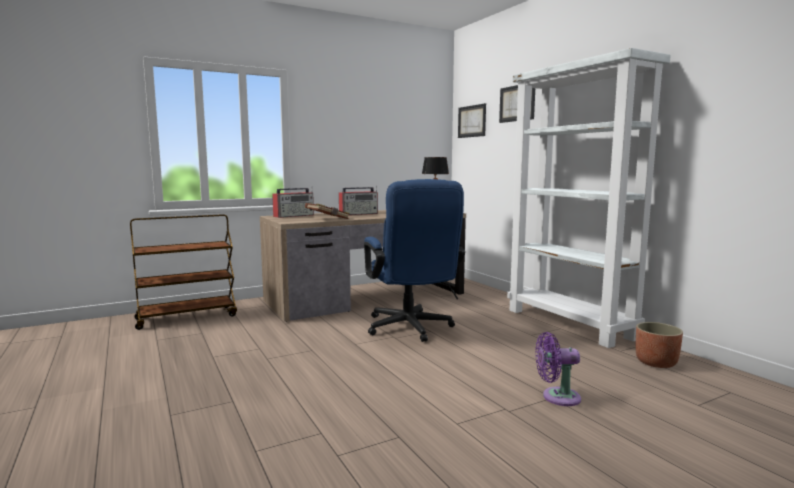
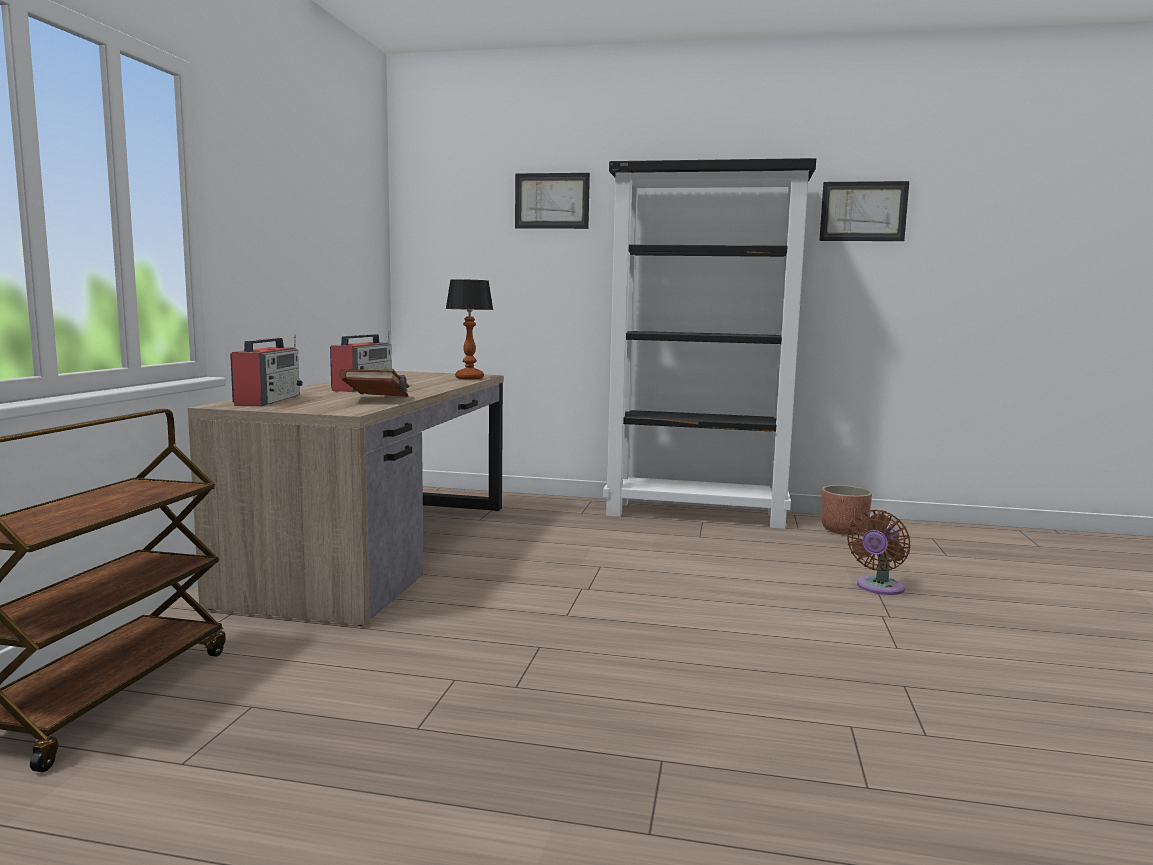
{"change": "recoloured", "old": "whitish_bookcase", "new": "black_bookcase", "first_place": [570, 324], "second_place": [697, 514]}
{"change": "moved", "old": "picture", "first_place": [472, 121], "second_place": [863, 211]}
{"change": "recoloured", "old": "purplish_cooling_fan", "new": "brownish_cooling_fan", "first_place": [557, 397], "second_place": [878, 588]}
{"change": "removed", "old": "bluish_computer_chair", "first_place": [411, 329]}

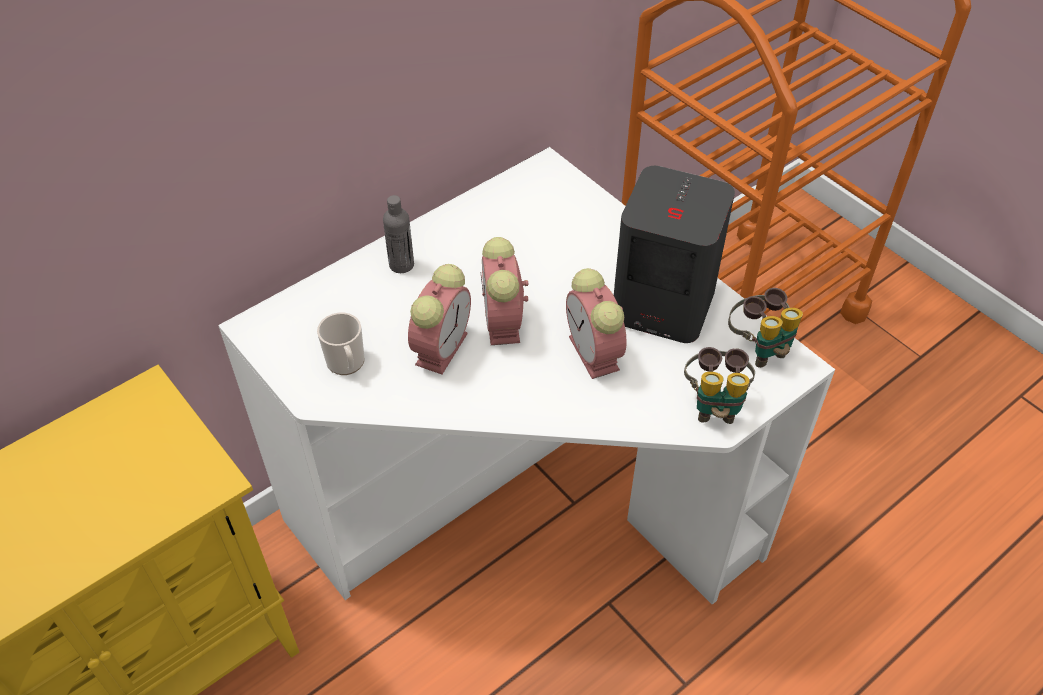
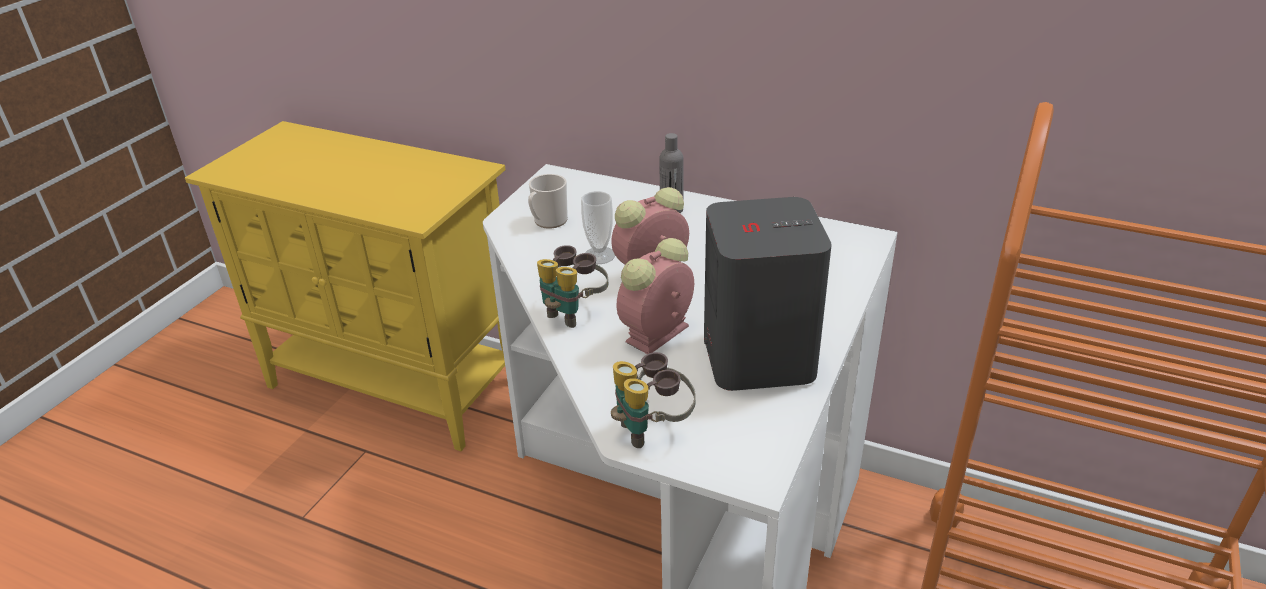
{"change": "moved", "old": "pair_of_binoculars", "first_place": [759, 347], "second_place": [573, 312]}
{"change": "replaced", "old": "alarm_clock", "new": "drinking_cup", "first_place": [442, 346], "second_place": [599, 255]}

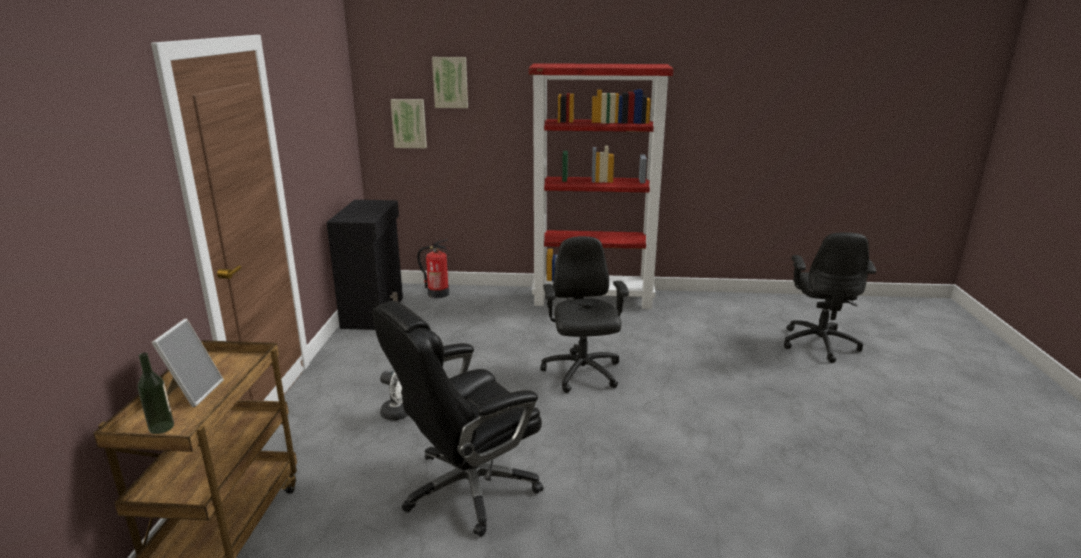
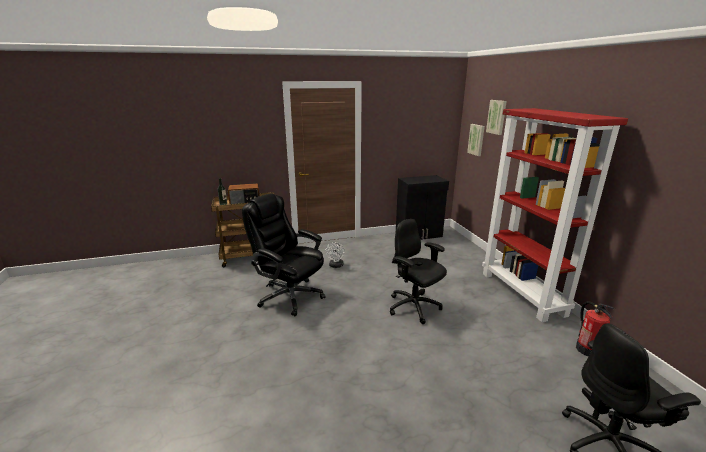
{"change": "replaced", "old": "photo_frame", "new": "radio_set", "first_place": [193, 392], "second_place": [245, 202]}
{"change": "turned", "old": "black_computer_chair", "first_place": [582, 373], "second_place": [414, 308], "degrees": -105}
{"change": "moved", "old": "fire-fighting_cylinder", "first_place": [438, 293], "second_place": [587, 349]}

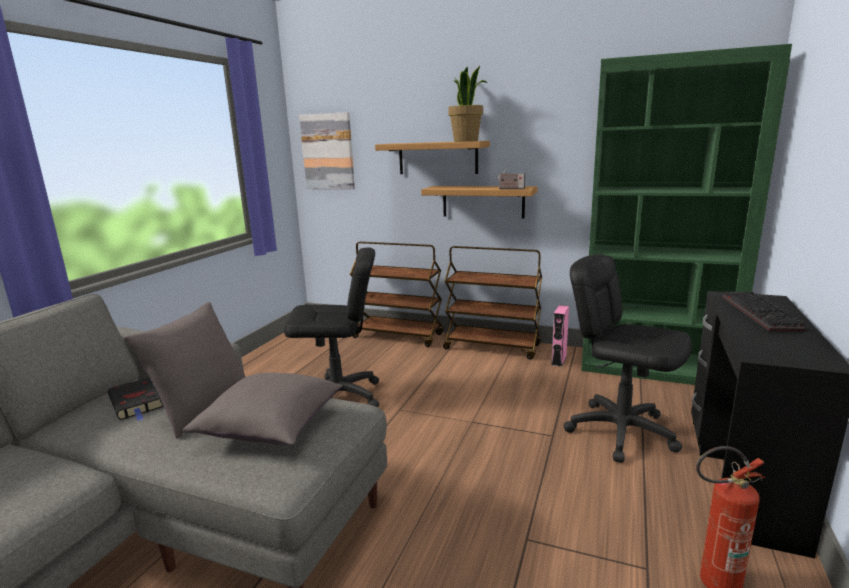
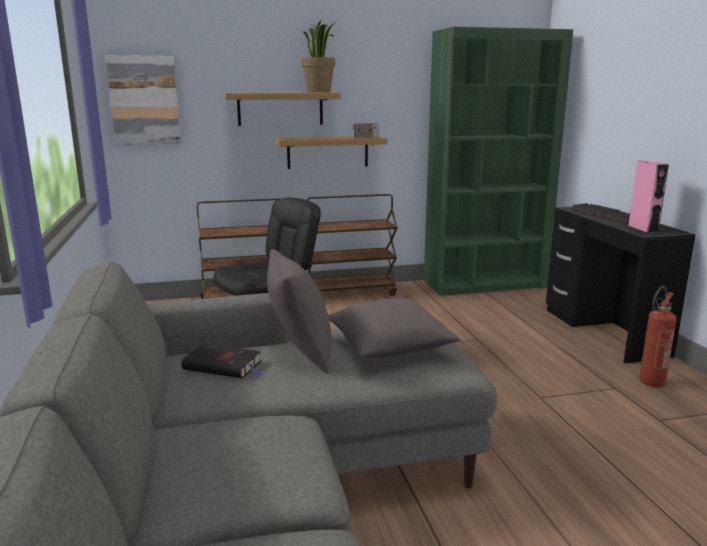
{"change": "moved", "old": "pinkish_loudspeaker", "first_place": [559, 360], "second_place": [643, 229]}
{"change": "removed", "old": "black_computer_chair", "first_place": [621, 431]}

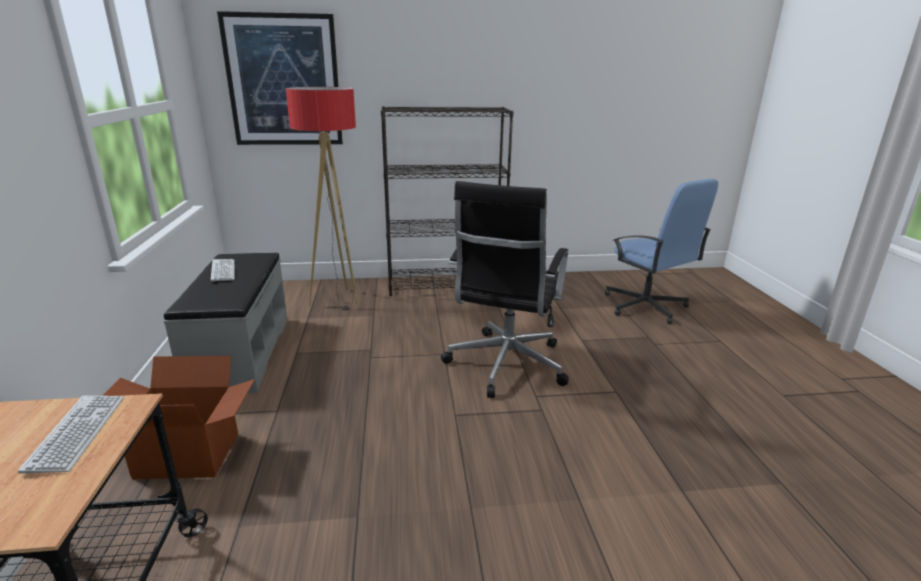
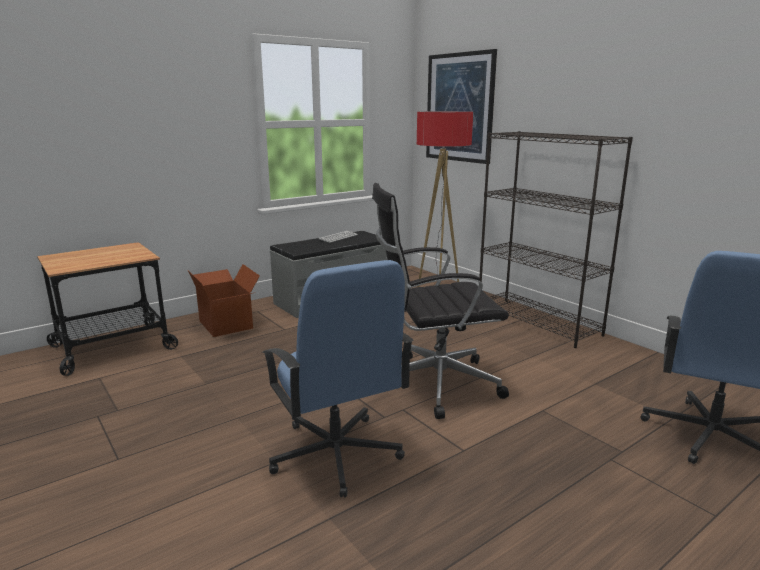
{"change": "added", "new": "bluish_computer_chair", "second_place": [336, 455]}
{"change": "removed", "old": "computer_keyboard", "first_place": [77, 433]}

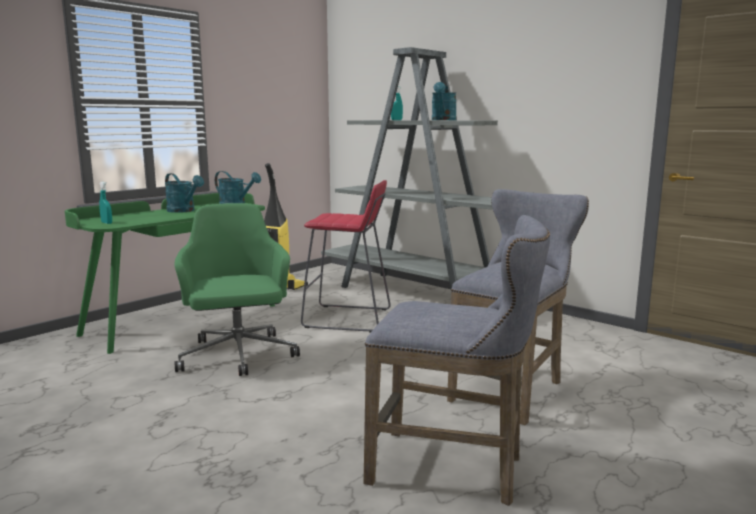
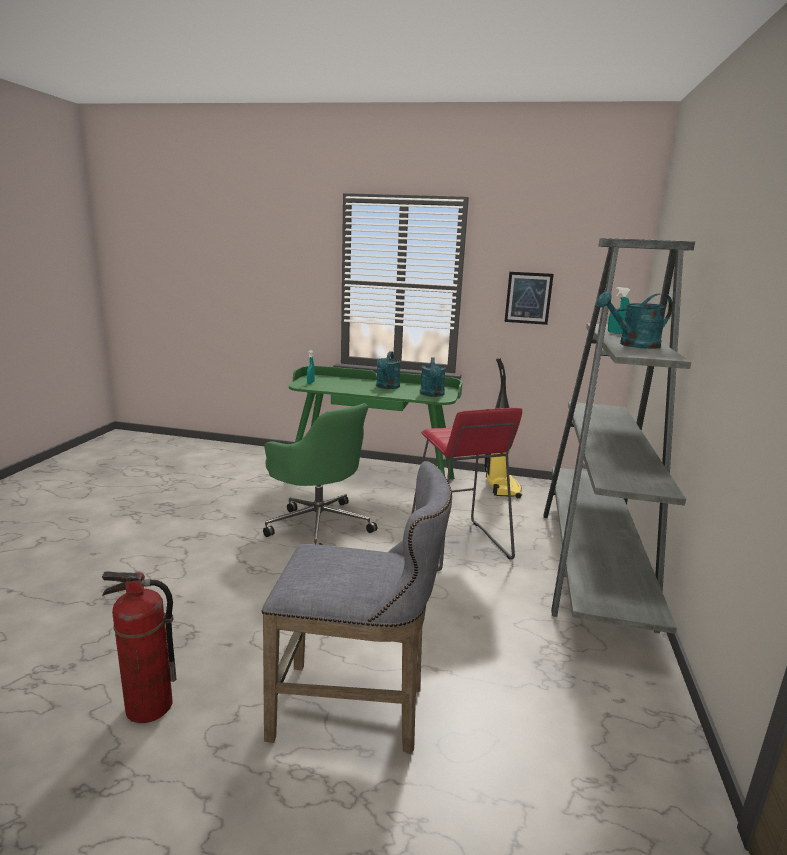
{"change": "replaced", "old": "gray_stool_seat", "new": "fire-fighting_cylinder", "first_place": [454, 470], "second_place": [149, 707]}
{"change": "turned", "old": "green-coloured_computer_chair", "first_place": [238, 356], "second_place": [318, 525], "degrees": 90}
{"change": "added", "new": "picture", "second_place": [528, 298]}

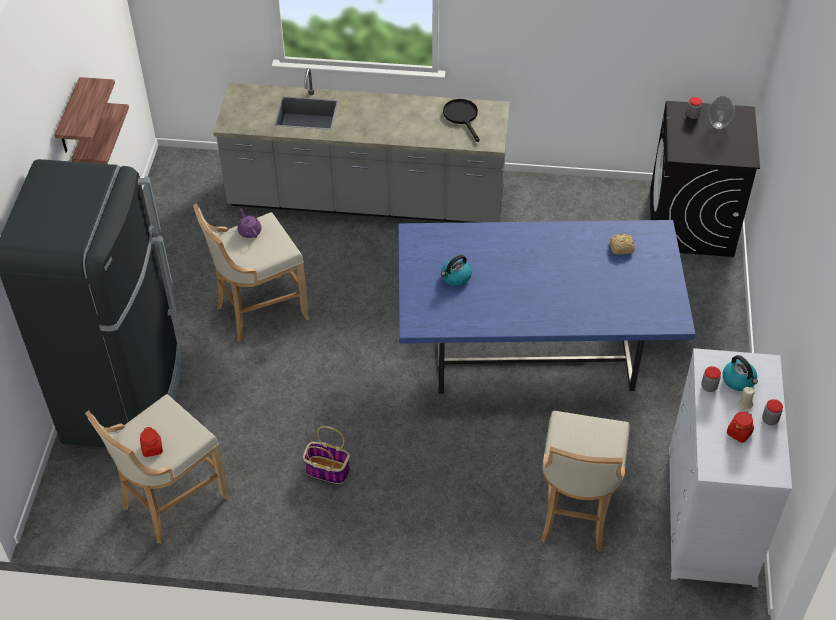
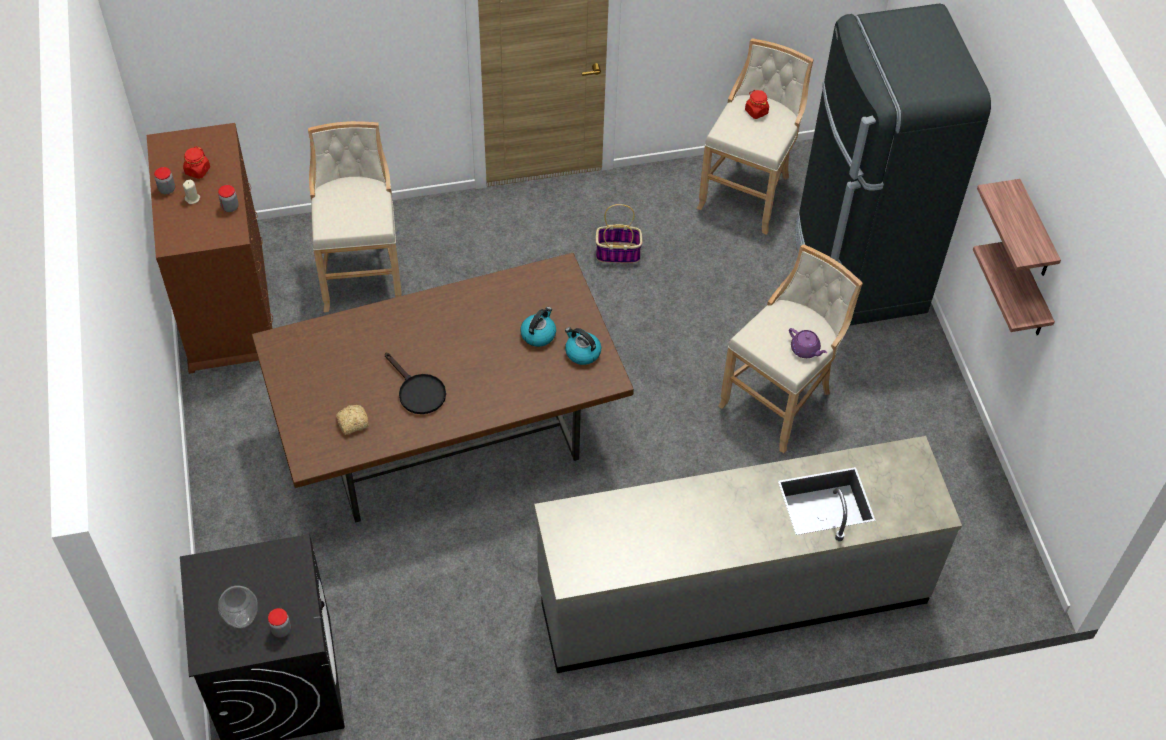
{"change": "recoloured", "old": "whitish_dresser", "new": "brownish_dresser", "first_place": [711, 515], "second_place": [226, 303]}
{"change": "recoloured", "old": "bluish_dining_table", "new": "brownish_dining_table", "first_place": [535, 348], "second_place": [446, 437]}
{"change": "moved", "old": "black_skillet", "first_place": [462, 117], "second_place": [418, 391]}
{"change": "moved", "old": "tea_kettle", "first_place": [739, 380], "second_place": [582, 352]}

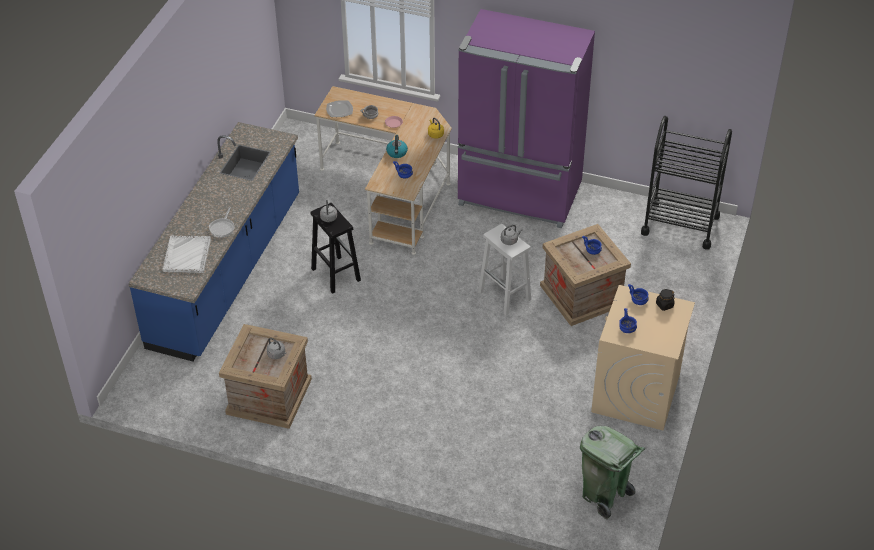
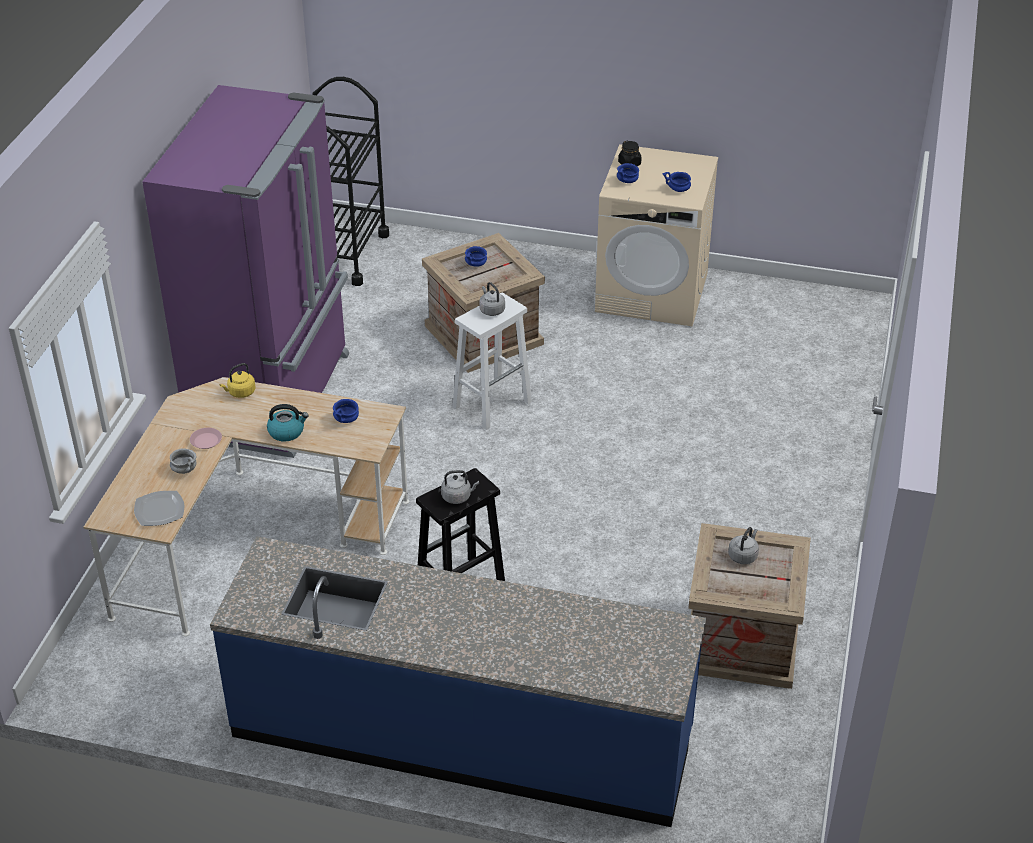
{"change": "removed", "old": "whitish_carrying_tray", "first_place": [187, 255]}
{"change": "removed", "old": "skillet", "first_place": [222, 228]}
{"change": "removed", "old": "green-coloured_trash_can", "first_place": [604, 495]}

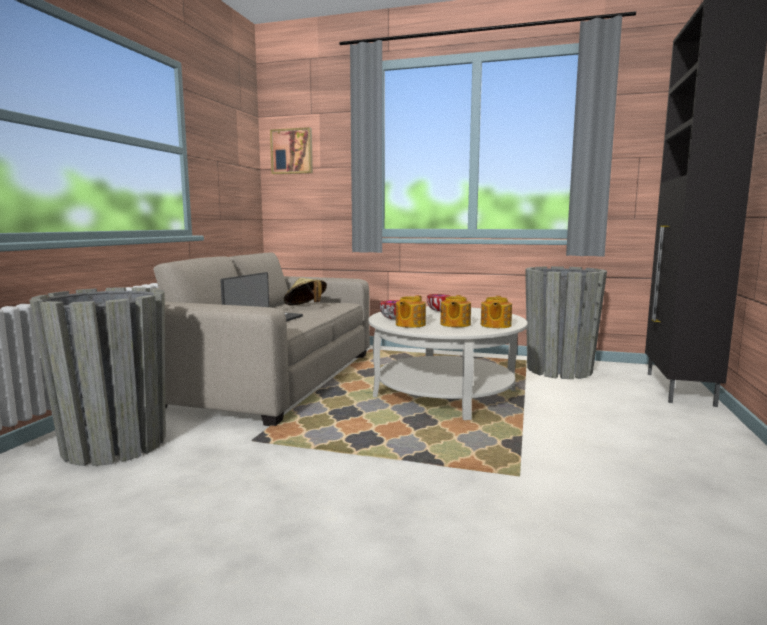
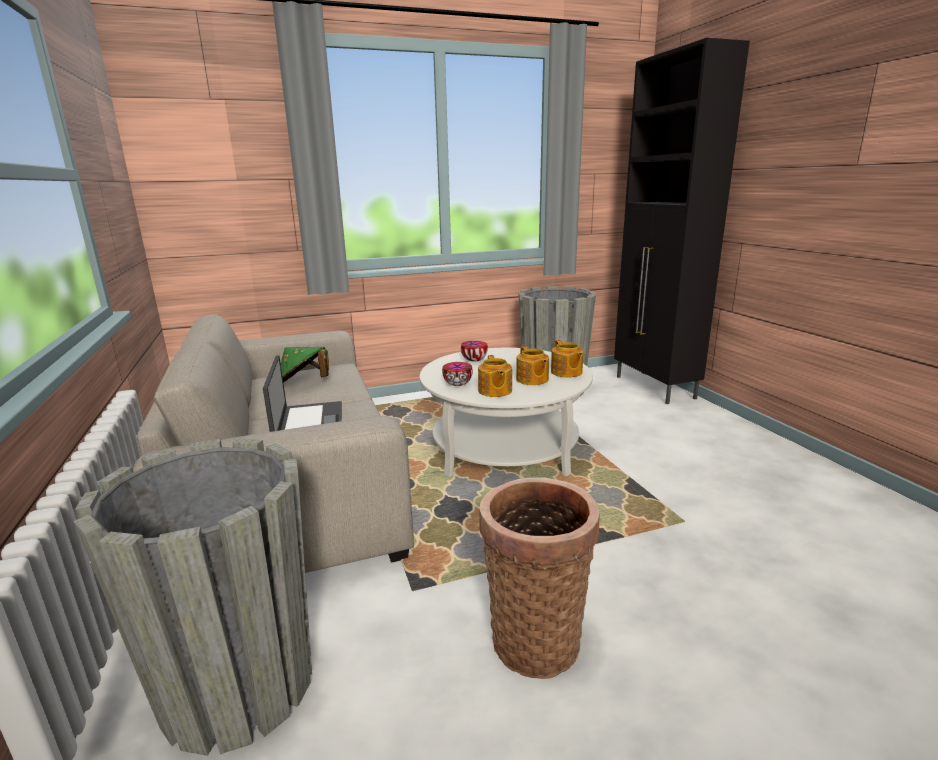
{"change": "recoloured", "old": "beige-coloured_hat", "new": "green-coloured_hat", "first_place": [306, 307], "second_place": [303, 384]}
{"change": "added", "new": "storage_basket", "second_place": [535, 636]}
{"change": "removed", "old": "picture", "first_place": [292, 151]}

